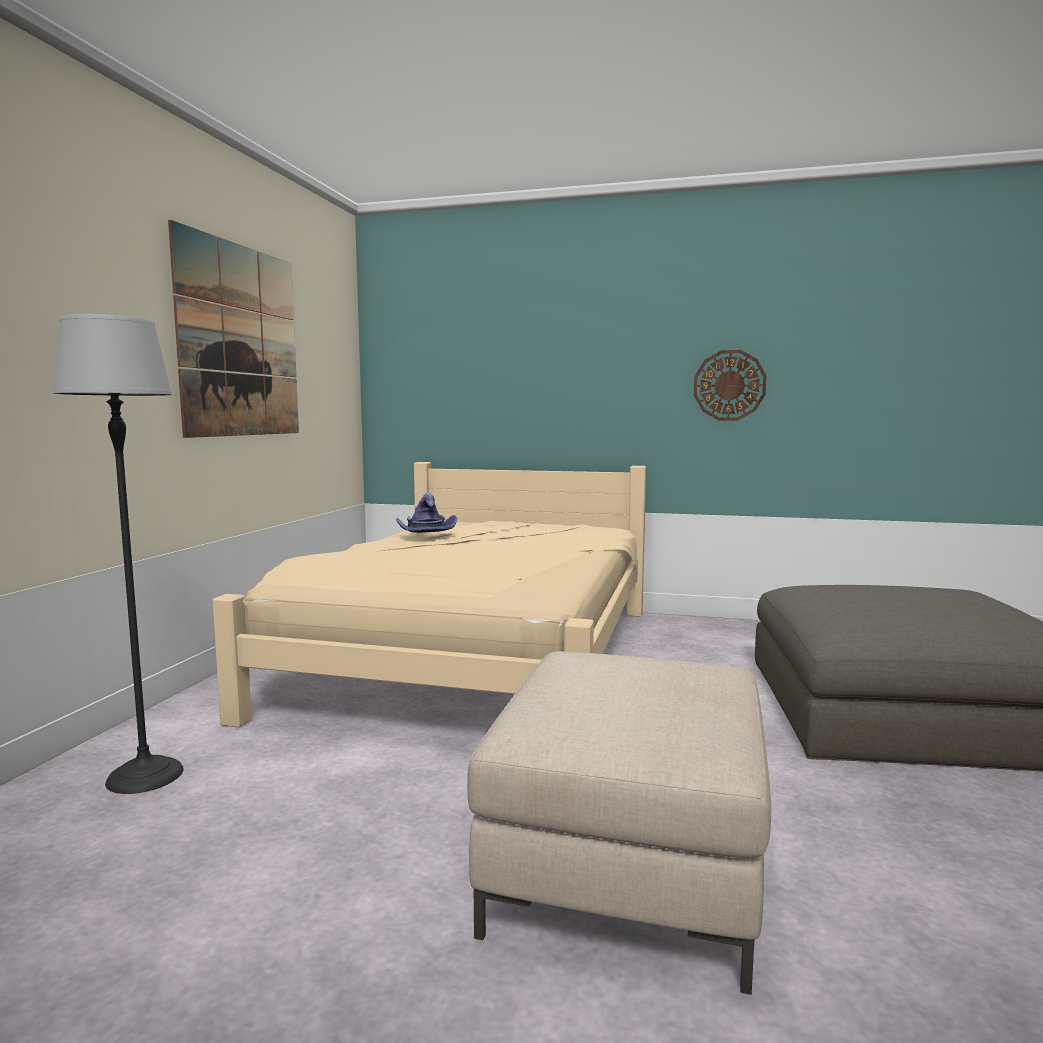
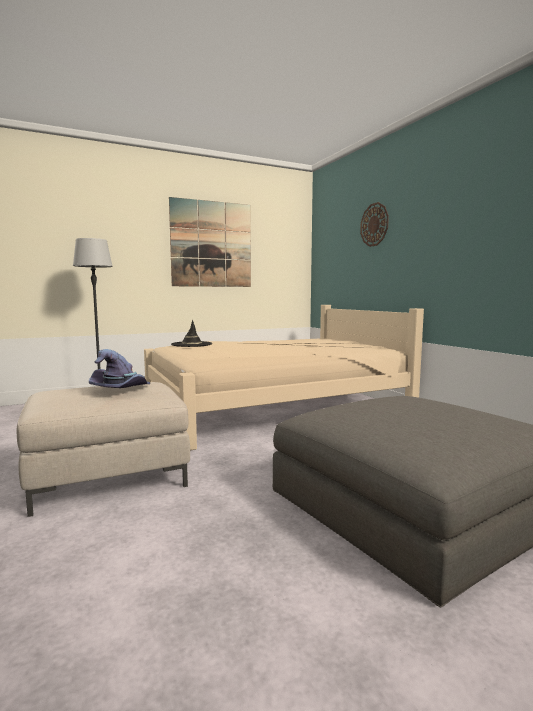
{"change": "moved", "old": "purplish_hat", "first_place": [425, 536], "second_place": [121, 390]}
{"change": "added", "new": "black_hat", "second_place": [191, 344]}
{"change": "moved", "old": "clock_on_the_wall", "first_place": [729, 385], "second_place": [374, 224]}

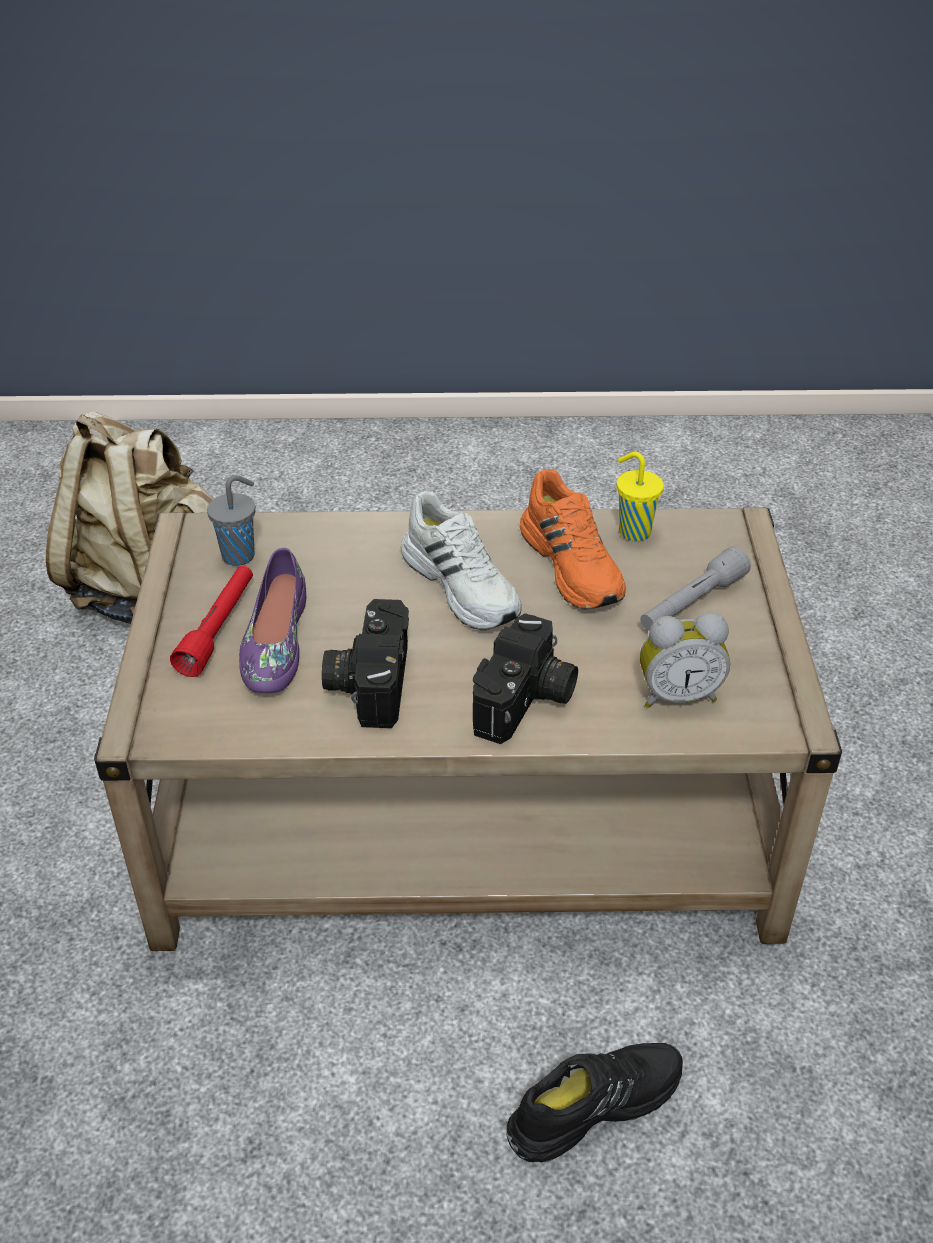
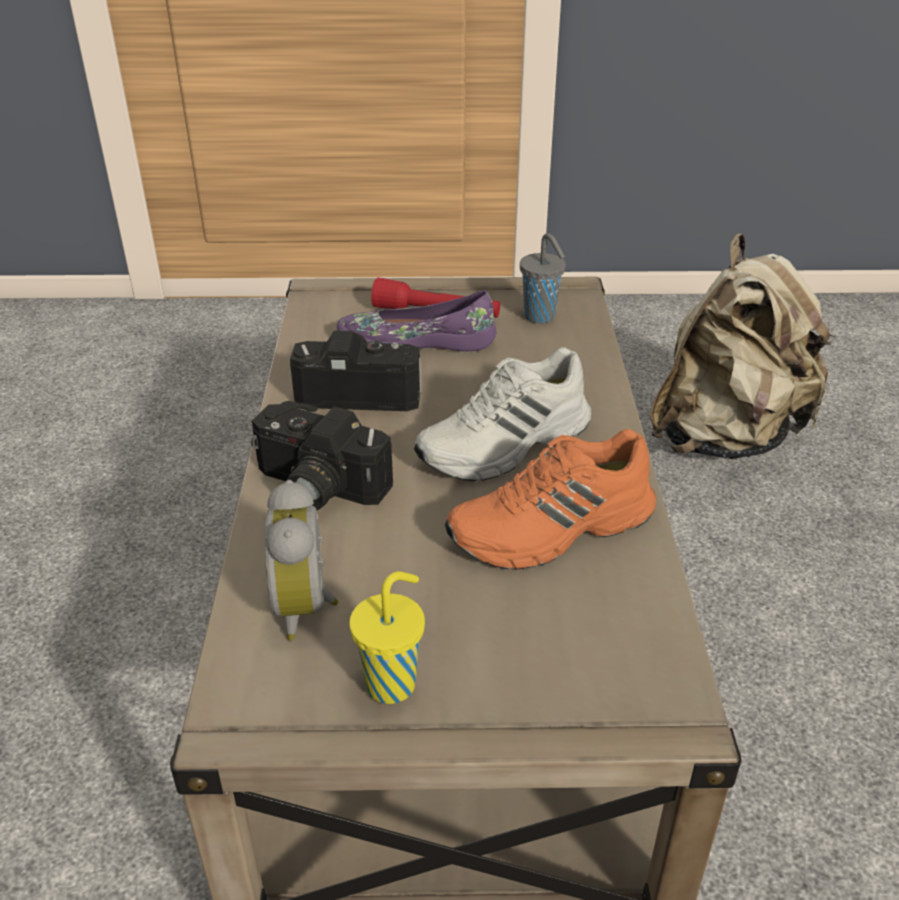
{"change": "moved", "old": "yellowish_drinking_cup", "first_place": [633, 531], "second_place": [393, 683]}
{"change": "removed", "old": "black_item_of_footwear", "first_place": [593, 1103]}
{"change": "removed", "old": "gray_torch", "first_place": [691, 603]}

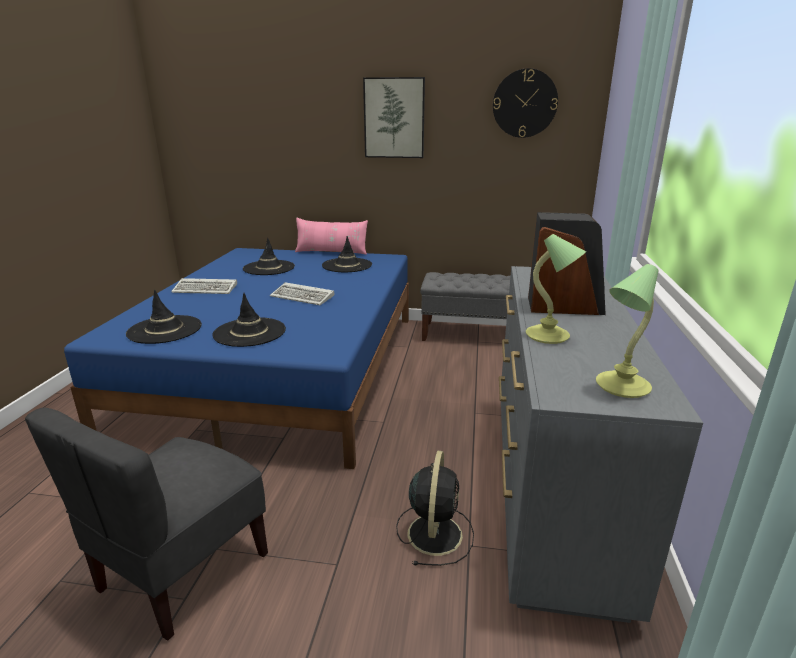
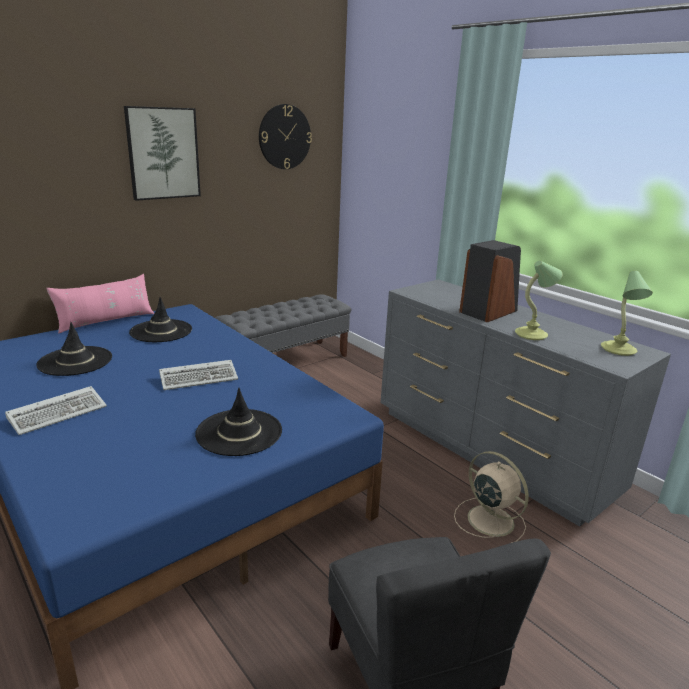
{"change": "recoloured", "old": "black_cooling_fan", "new": "beige-coloured_cooling_fan", "first_place": [435, 532], "second_place": [488, 519]}
{"change": "removed", "old": "black_hat", "first_place": [164, 330]}

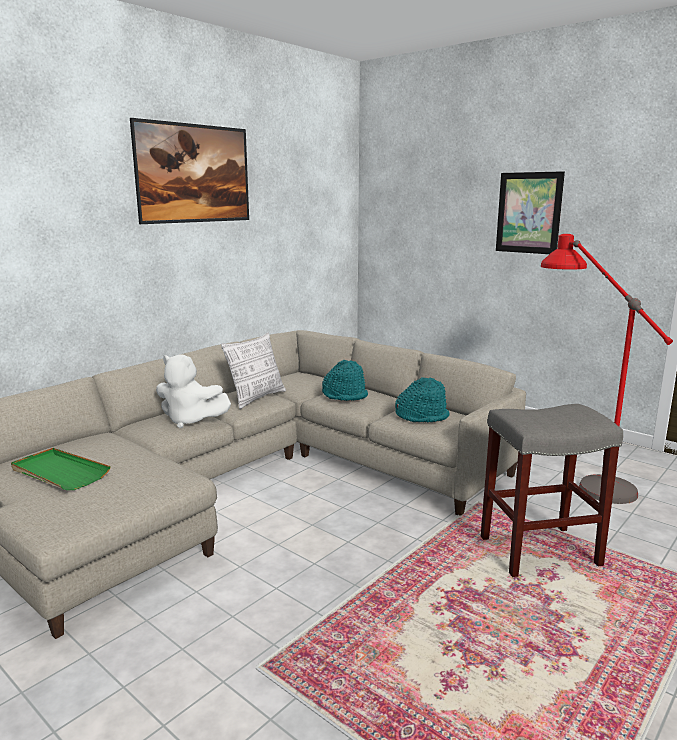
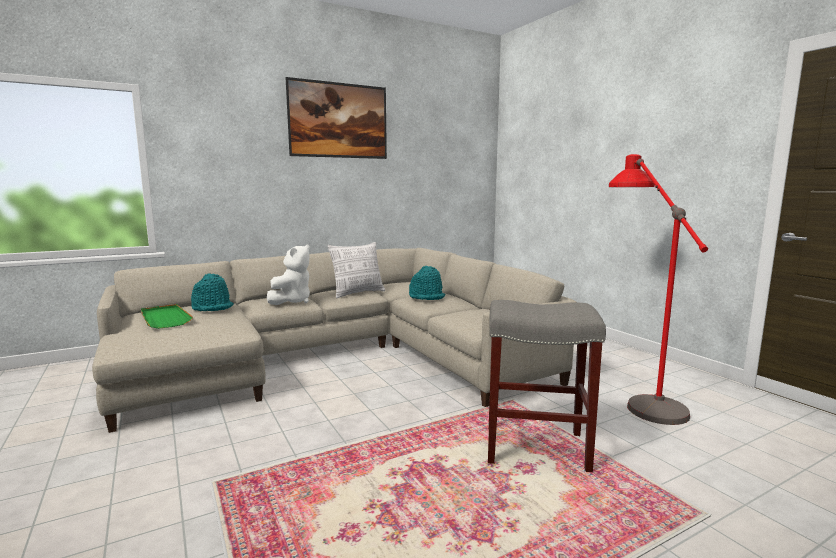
{"change": "moved", "old": "blue-green_hat", "first_place": [422, 416], "second_place": [212, 307]}
{"change": "turned", "old": "whitish_cuddly_toy", "first_place": [190, 420], "second_place": [292, 301], "degrees": -105}
{"change": "removed", "old": "picture", "first_place": [528, 213]}

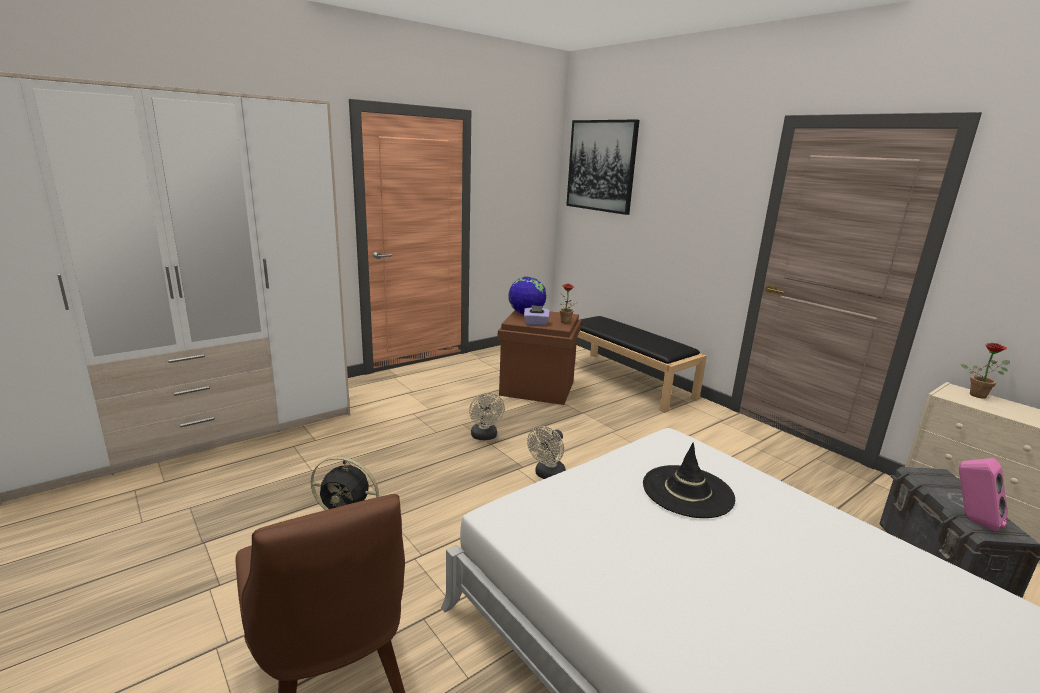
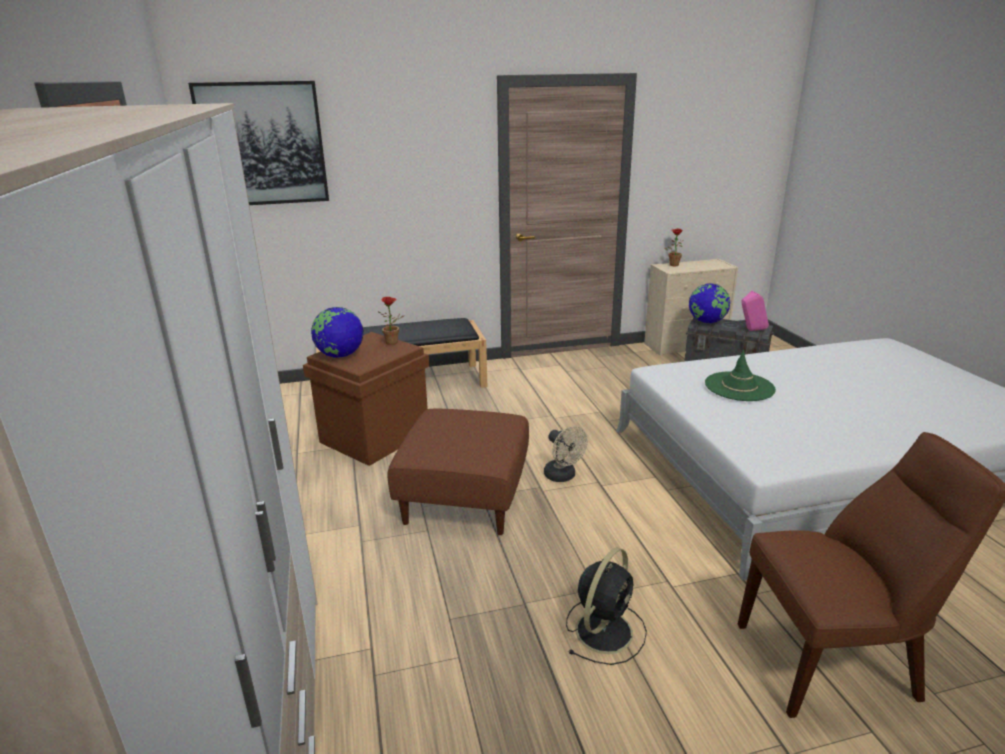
{"change": "replaced", "old": "beige-coloured_cooling_fan", "new": "brownish_footrest", "first_place": [485, 437], "second_place": [464, 497]}
{"change": "added", "new": "globe", "second_place": [707, 322]}
{"change": "recoloured", "old": "black_hat", "new": "green-coloured_hat", "first_place": [687, 491], "second_place": [739, 387]}
{"change": "removed", "old": "purplish_tissue_box", "first_place": [536, 323]}

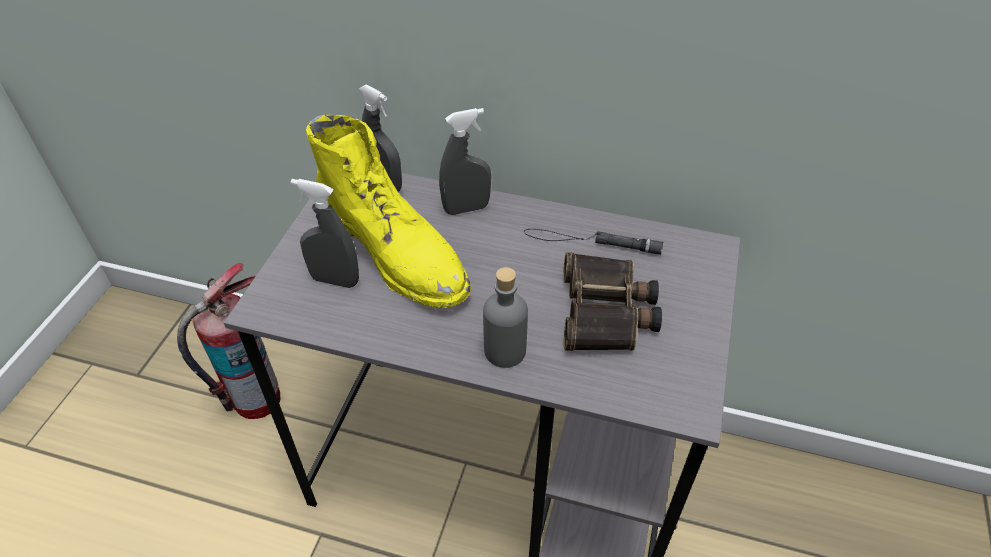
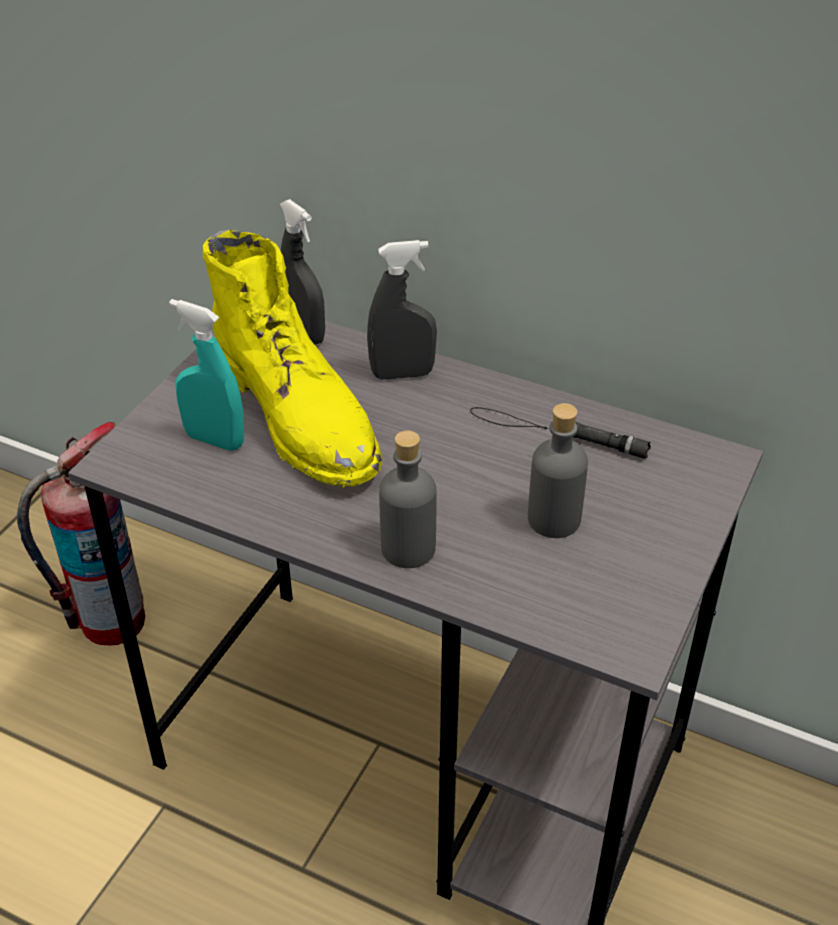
{"change": "recoloured", "old": "gray_hand_sprayer", "new": "blue-green_hand_sprayer", "first_place": [335, 280], "second_place": [214, 440]}
{"change": "replaced", "old": "pair_of_binoculars", "new": "gray_drink_bottle", "first_place": [607, 312], "second_place": [554, 519]}

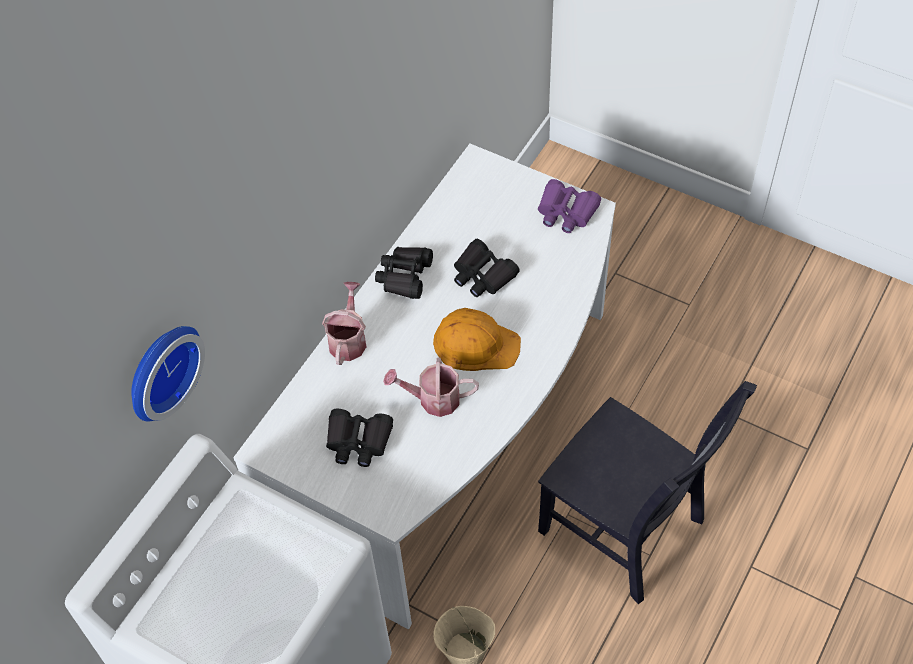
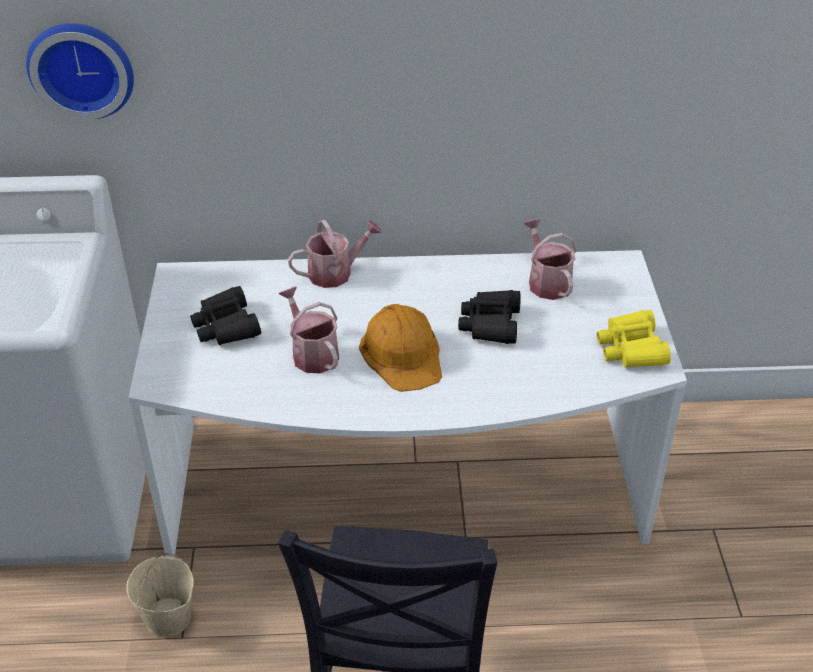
{"change": "added", "new": "watering_pot", "second_place": [546, 282]}
{"change": "recoloured", "old": "purplish_pair_of_binoculars", "new": "yellowish_pair_of_binoculars", "first_place": [566, 212], "second_place": [631, 348]}
{"change": "removed", "old": "black_pair_of_binoculars", "first_place": [404, 276]}

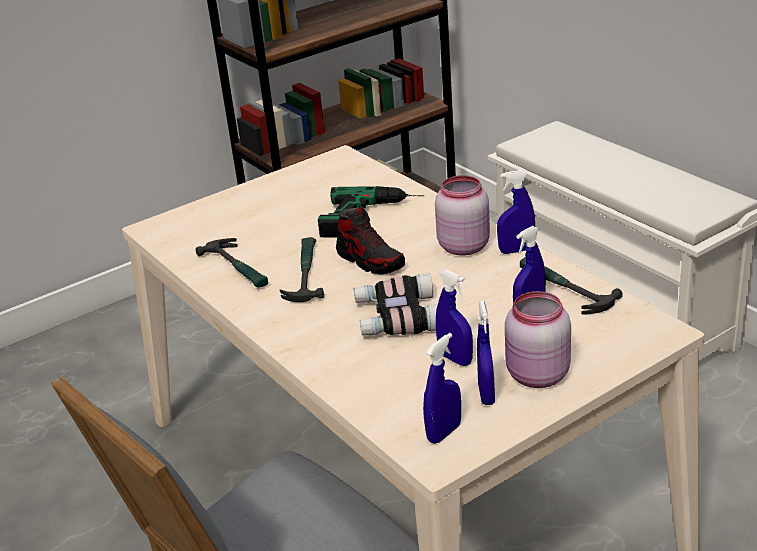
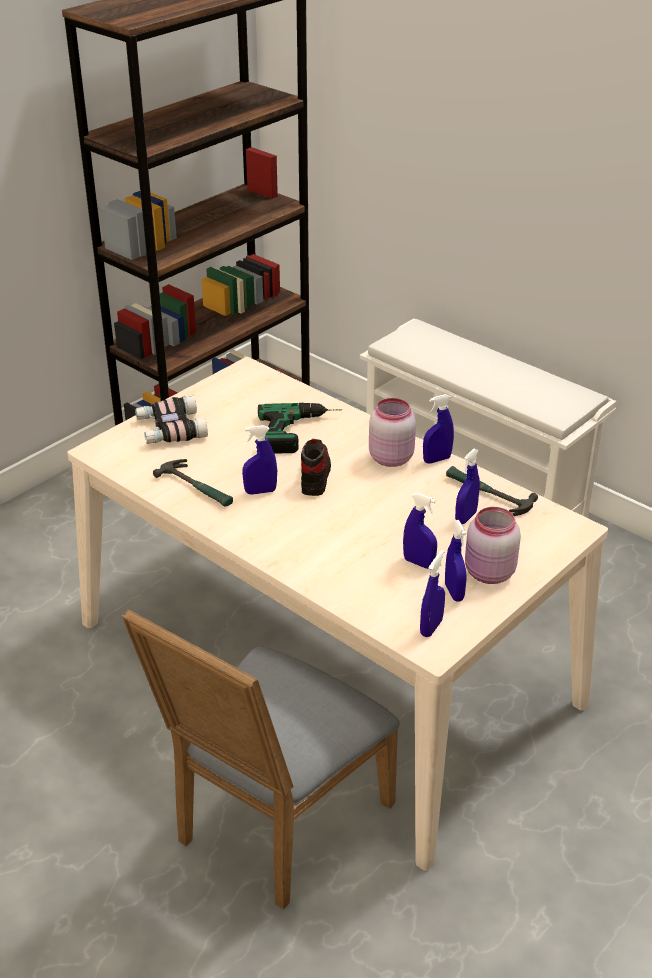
{"change": "moved", "old": "pair_of_binoculars", "first_place": [396, 317], "second_place": [170, 429]}
{"change": "replaced", "old": "tool_hammer", "new": "bluish_hand_sprayer", "first_place": [304, 274], "second_place": [260, 491]}
{"change": "turned", "old": "item_of_footwear", "first_place": [370, 260], "second_place": [314, 475], "degrees": -120}

